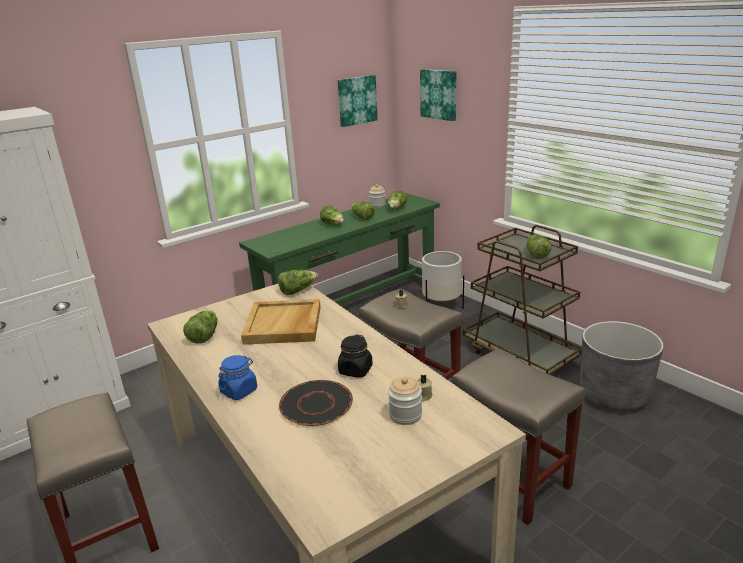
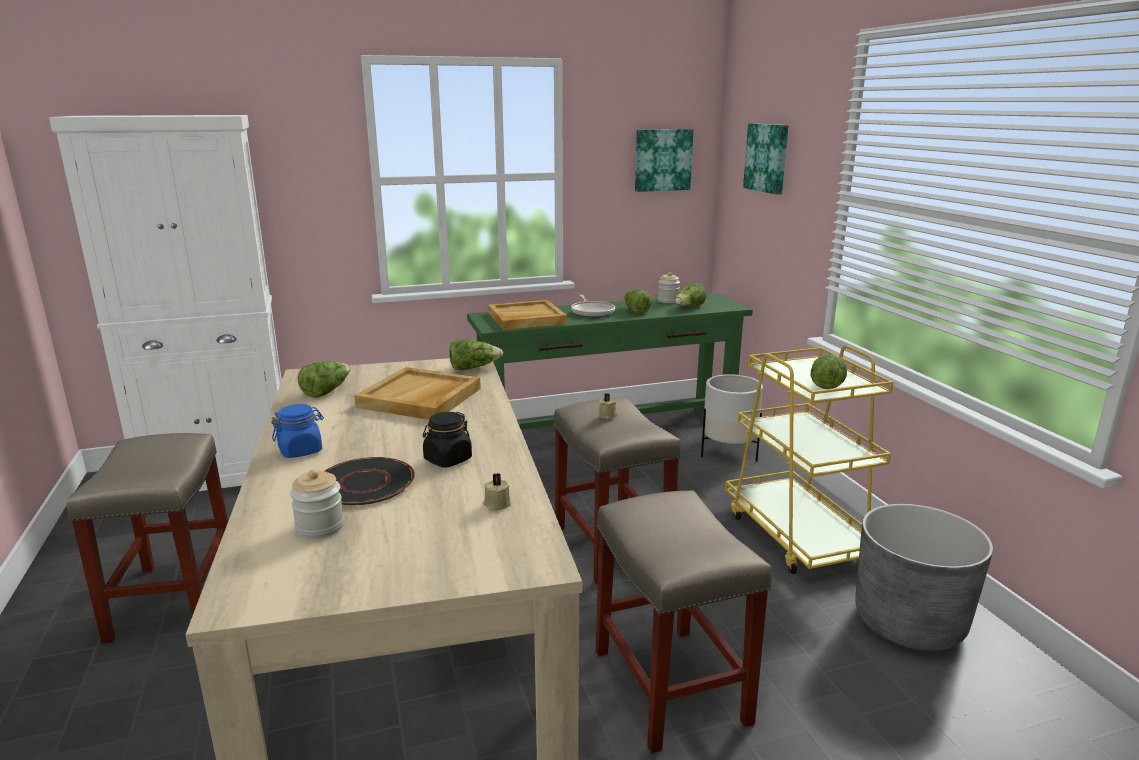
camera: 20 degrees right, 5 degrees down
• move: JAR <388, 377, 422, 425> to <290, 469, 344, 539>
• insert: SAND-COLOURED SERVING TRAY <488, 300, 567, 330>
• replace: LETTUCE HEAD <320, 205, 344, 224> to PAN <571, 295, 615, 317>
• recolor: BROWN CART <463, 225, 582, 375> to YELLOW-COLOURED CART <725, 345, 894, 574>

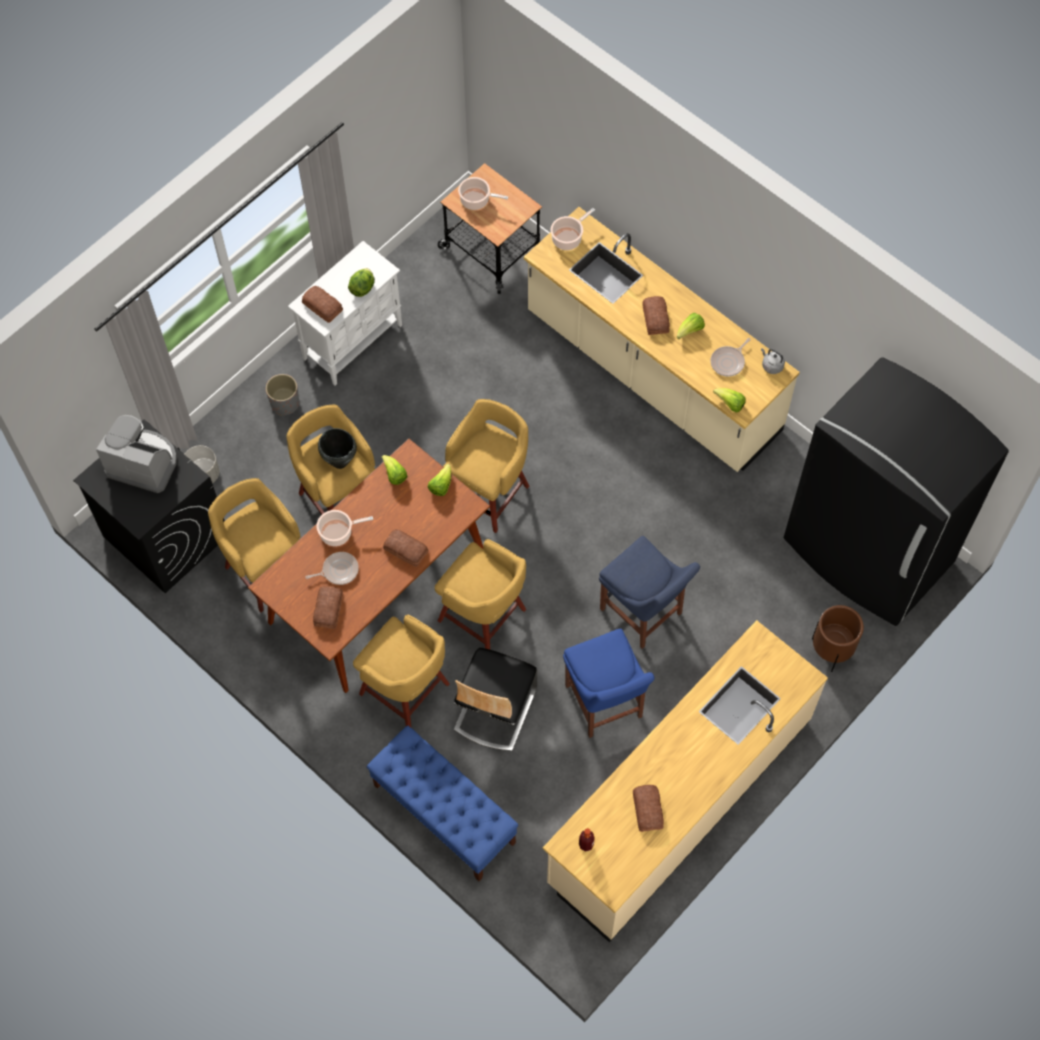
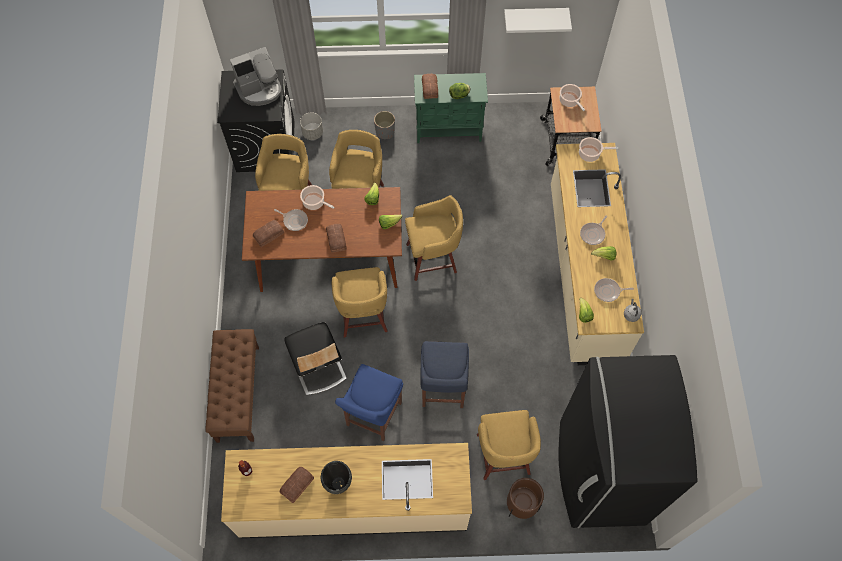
camera: 45 degrees right, 0 degrees up
• recolor: BLUISH BENCH <366, 725, 519, 881> to BROWN BENCH <205, 329, 259, 443>
• rotate: COFFEE BREWER <96, 415, 177, 493> = <230, 47, 282, 106> 90 degrees clockwise
• rotate: UPRIGHT CHAIR <454, 648, 538, 751> = <284, 322, 347, 395> 90 degrees counterclockwise
• move: BLACK-COLOURED SAUCEPOT <318, 428, 357, 469> to <321, 461, 352, 494>
• recolor: WHITE-COLOURED CUPBOARD <288, 241, 402, 385> to GREEN-COLOURED CUPBOARD <414, 73, 488, 143>
• move: YELLOW-COLOURED STOOL <353, 615, 450, 727> to <477, 410, 541, 480>
• insert: WHITE-COLOURED SHELF <504, 8, 572, 33>
• replace: BREAD <642, 296, 670, 335> to PAN <580, 216, 607, 245>

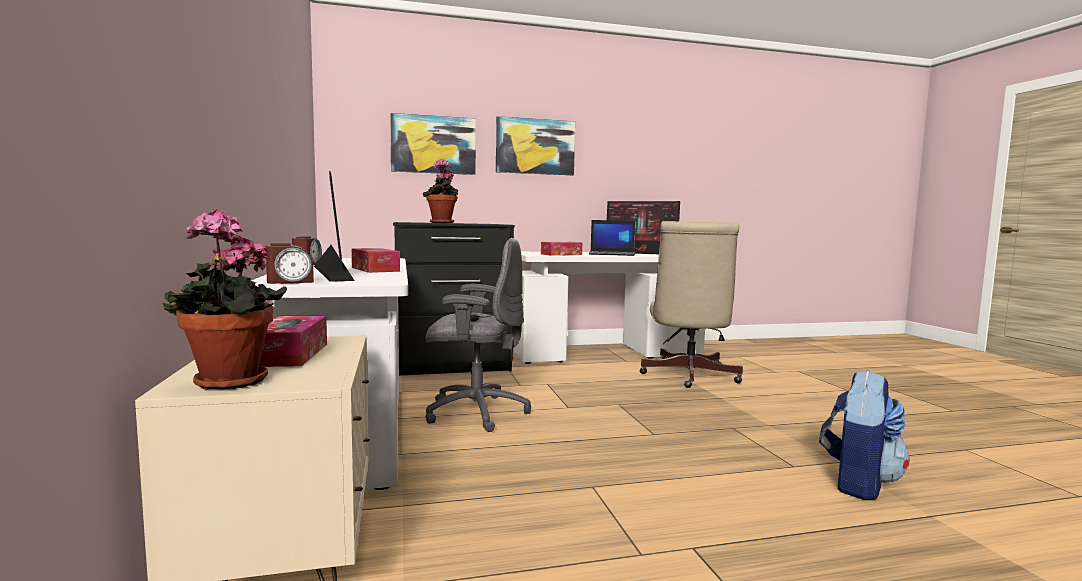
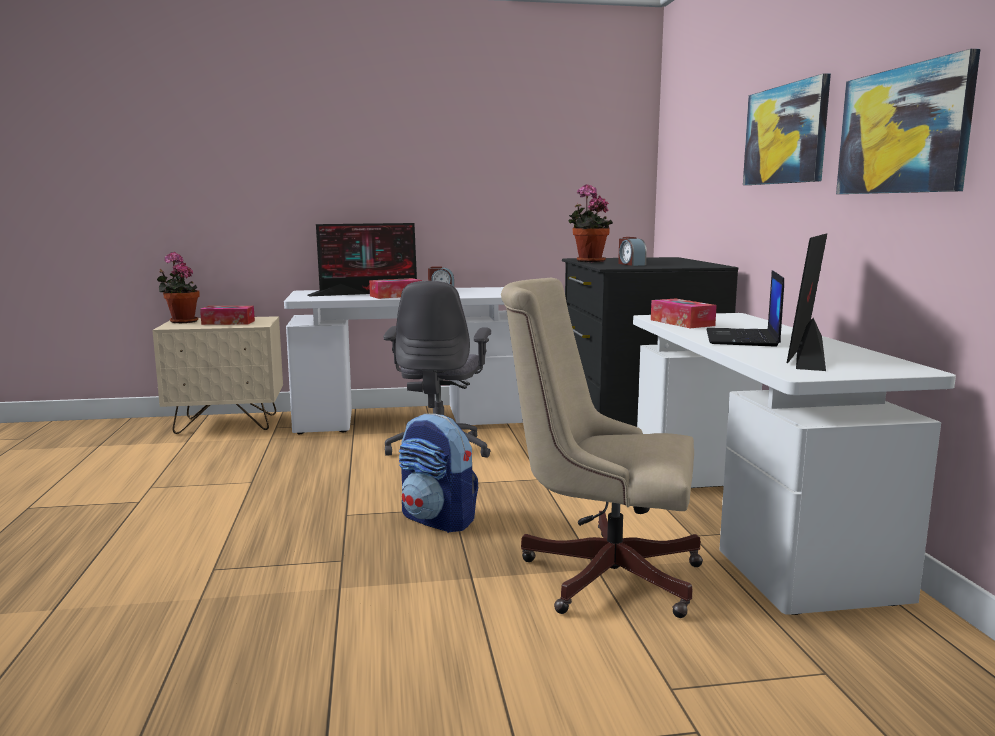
camera: 95 degrees right, 5 degrees up
• move: BACKPACK <819, 369, 910, 500> to <399, 414, 478, 533>
• move: TABLE CLOCK <266, 243, 314, 284> to <618, 237, 647, 266>
• move: PICTURE <390, 113, 476, 175> to <836, 49, 980, 194>

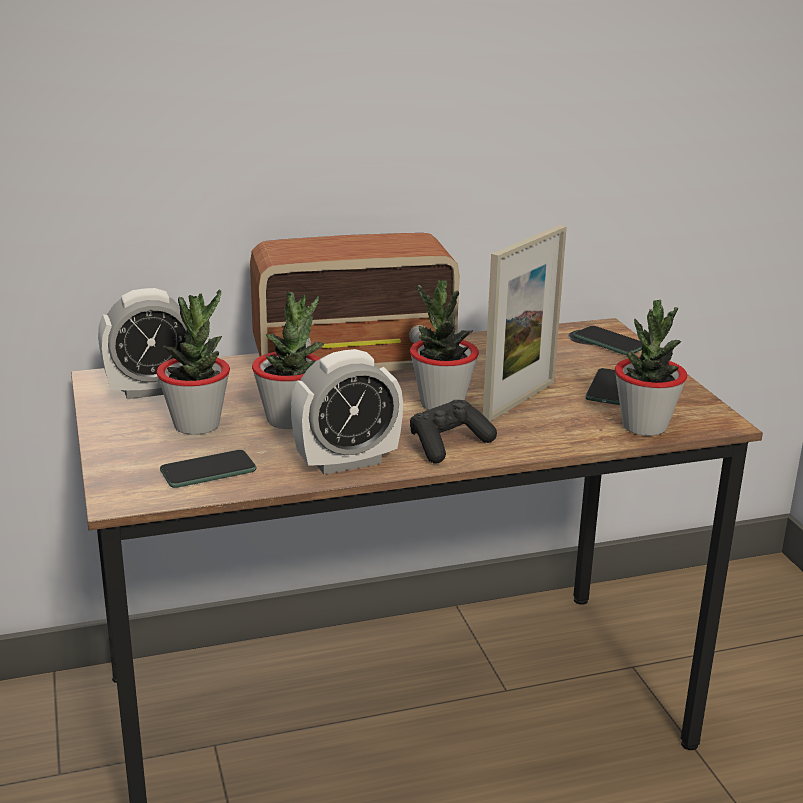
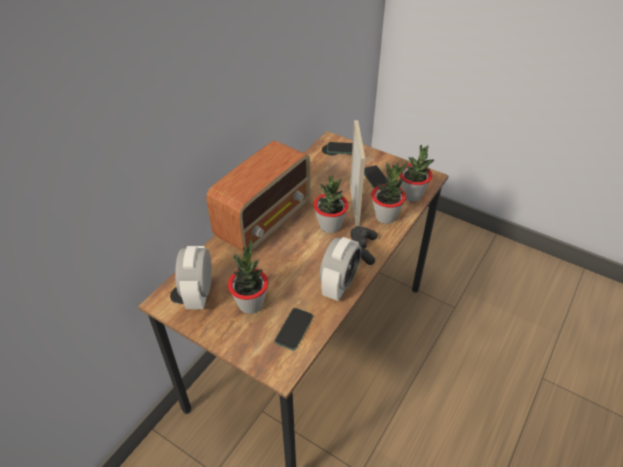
camera: 40 degrees left, 20 degrees up
• rotate: TABLE CLOCK <98, 288, 187, 399> = <175, 246, 212, 309> 150 degrees clockwise
• move: HOUSEPLANT <252, 292, 324, 429> to <371, 162, 408, 224>

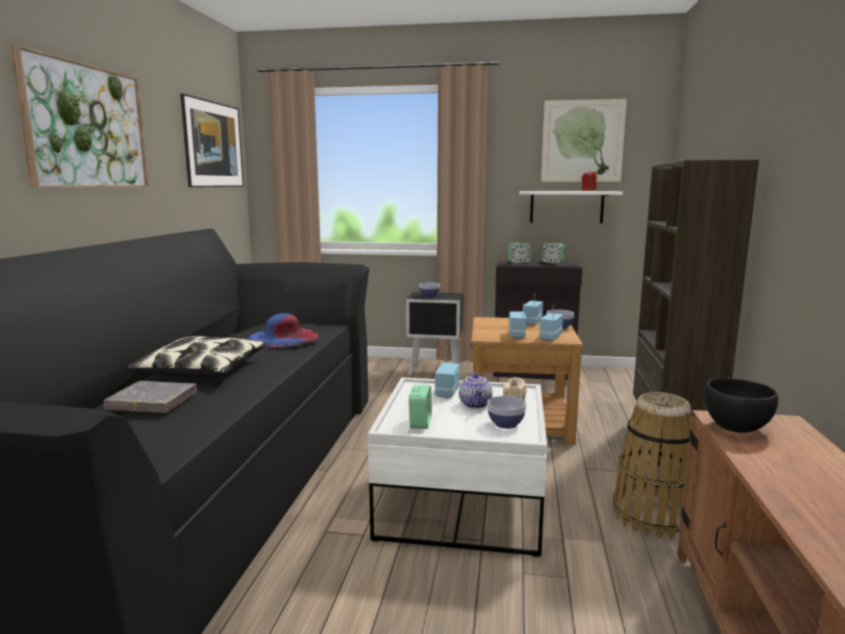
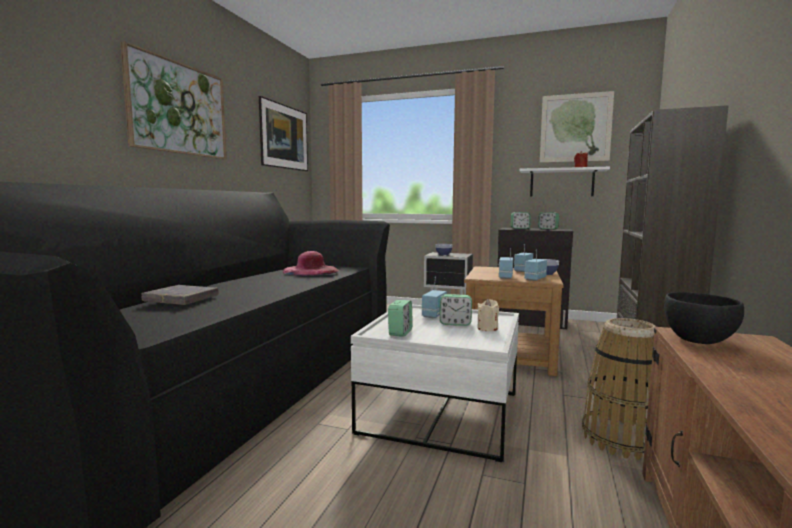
camera: 10 degrees right, 5 degrees down
• recolor: BLUISH WEARABLE HAT <248, 313, 319, 348> to PINK WEARABLE HAT <283, 251, 339, 276>
• replace: TEA POT <459, 372, 493, 409> to TABLE CLOCK <440, 294, 472, 326>
• delete: CUSHION <127, 335, 265, 377>
• delete: DEEP DISH <487, 396, 526, 429>

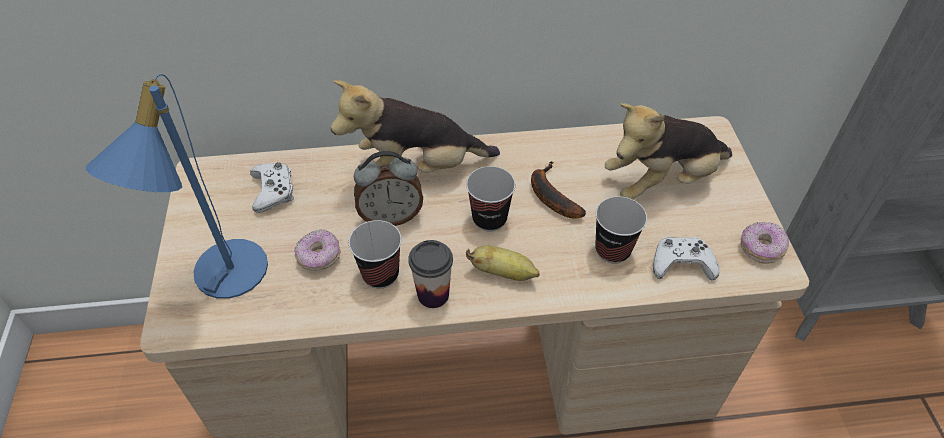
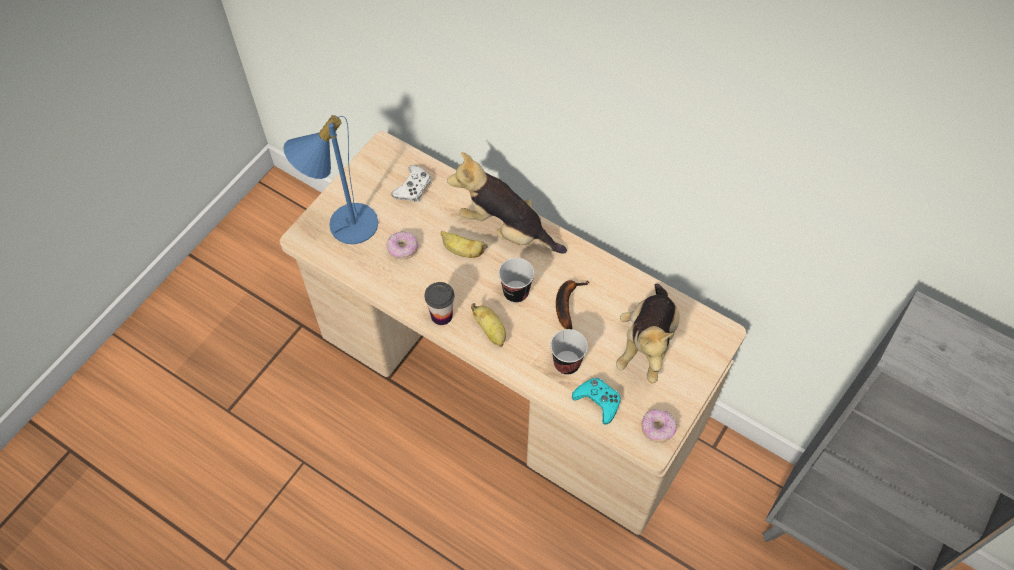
camera: 40 degrees right, 10 degrees up
• replace: TABLE CLOCK <354, 151, 423, 226> to BANANA FRUIT <441, 231, 488, 258>
• recolor: WHITE-COLOURED GAMEPAD <653, 237, 719, 280> to BLUE-GREEN GAMEPAD <572, 378, 621, 424>
• rotate: SOFT TOY <605, 103, 732, 200> = <616, 284, 680, 383> 90 degrees counterclockwise
• delete: CUP <349, 220, 402, 289>

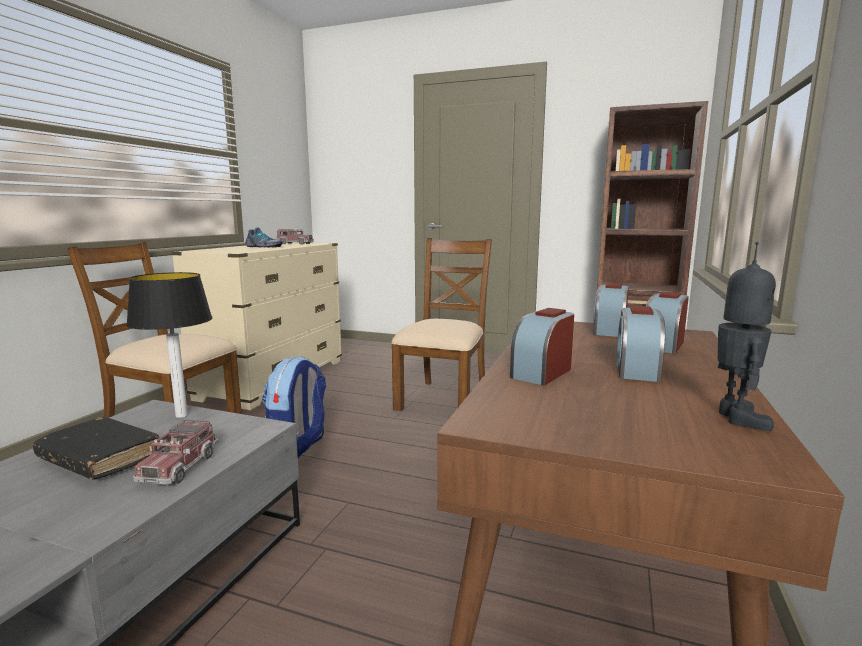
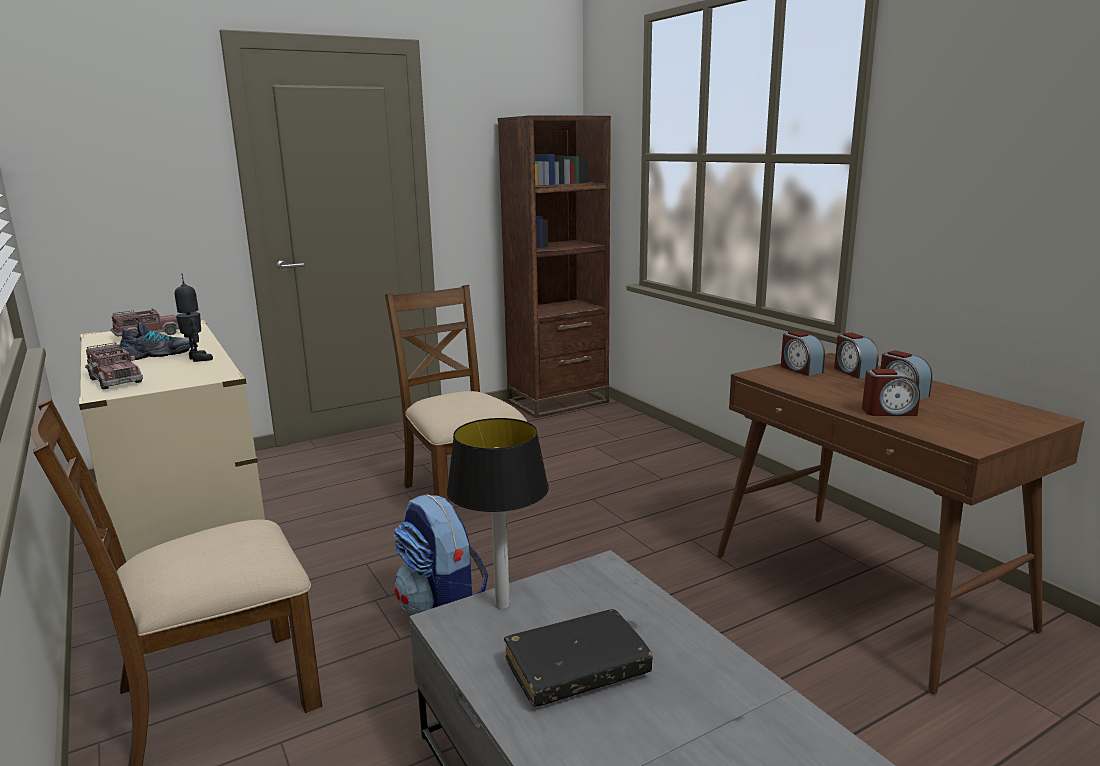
camera: 50 degrees left, 5 degrees up
• move: MODEL TRUCK <133, 420, 219, 485> to <85, 343, 143, 390>
• move: TOY ROBOT <718, 242, 776, 431> to <175, 274, 213, 362>
• rotate: TABLE CLOCK <510, 308, 574, 386> = <862, 369, 920, 416> 75 degrees counterclockwise

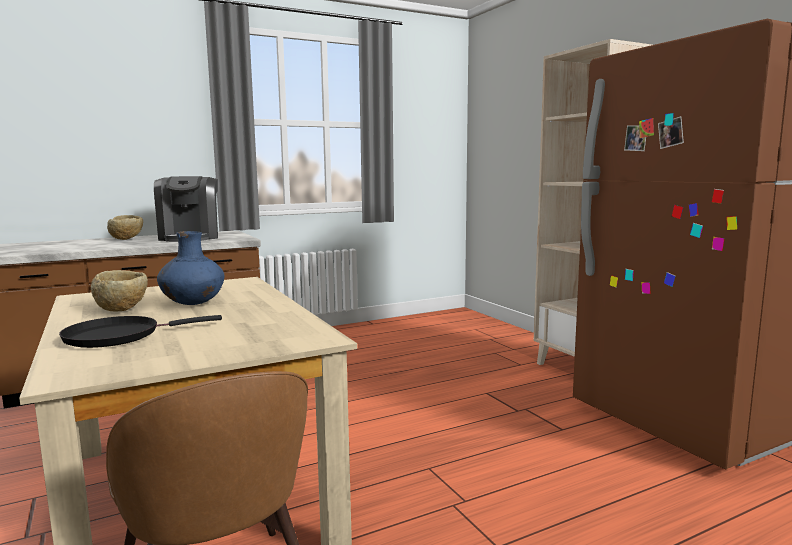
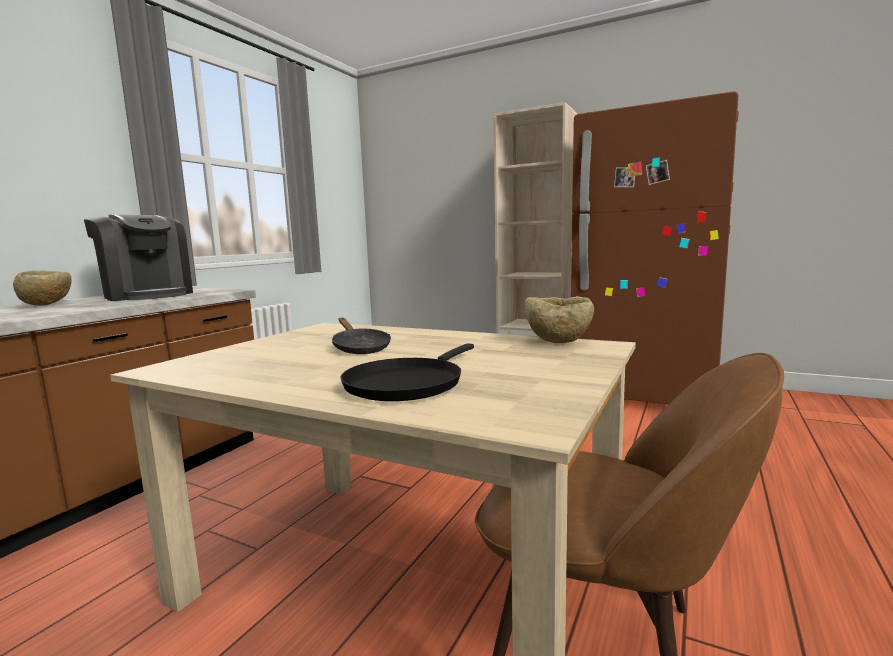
camera: 35 degrees left, 0 degrees up
• replace: BLUISH VASE <157, 231, 224, 305> to BLACK-COLOURED PAN <332, 318, 391, 354>
• move: SAND-COLOURED DEEP DISH <91, 270, 148, 312> to <525, 296, 594, 343>

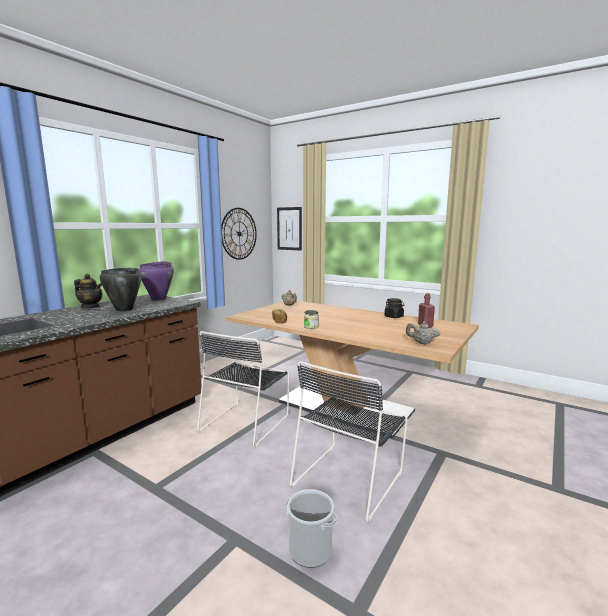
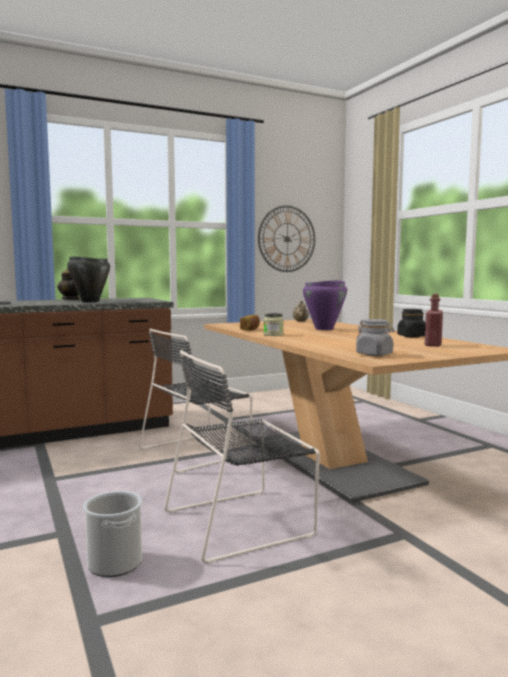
camera: 30 degrees right, 5 degrees down
• move: PURPLE-COLOURED SAUCEPOT <139, 261, 174, 301> to <303, 280, 347, 330>
• replace: SAND-COLOURED TEA POT <406, 321, 440, 345> to GRAY JAR <356, 319, 394, 356>
• delete: PICTURE <277, 207, 302, 251>

